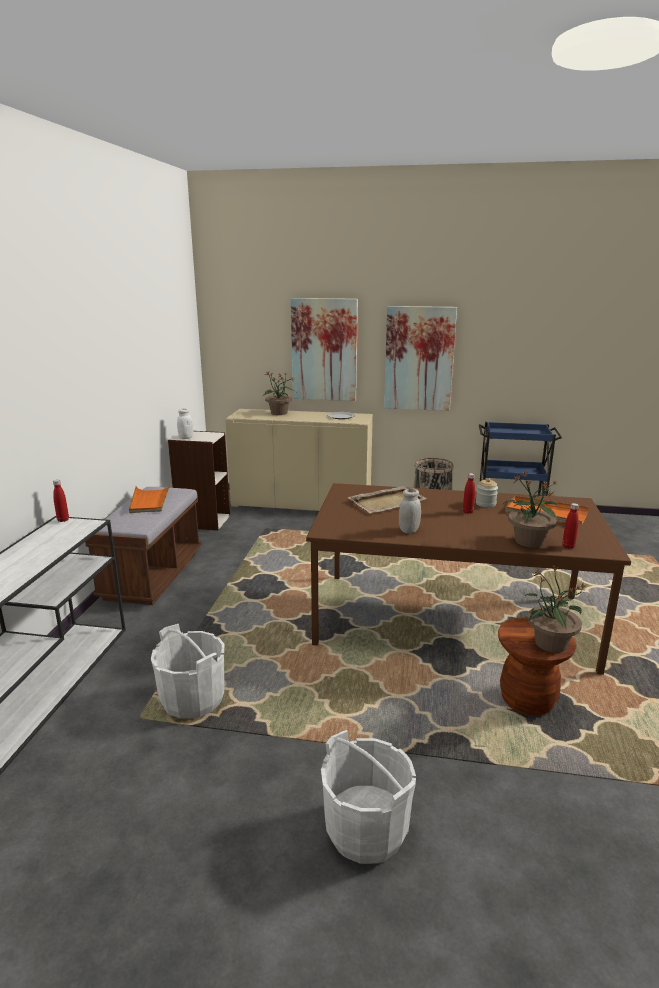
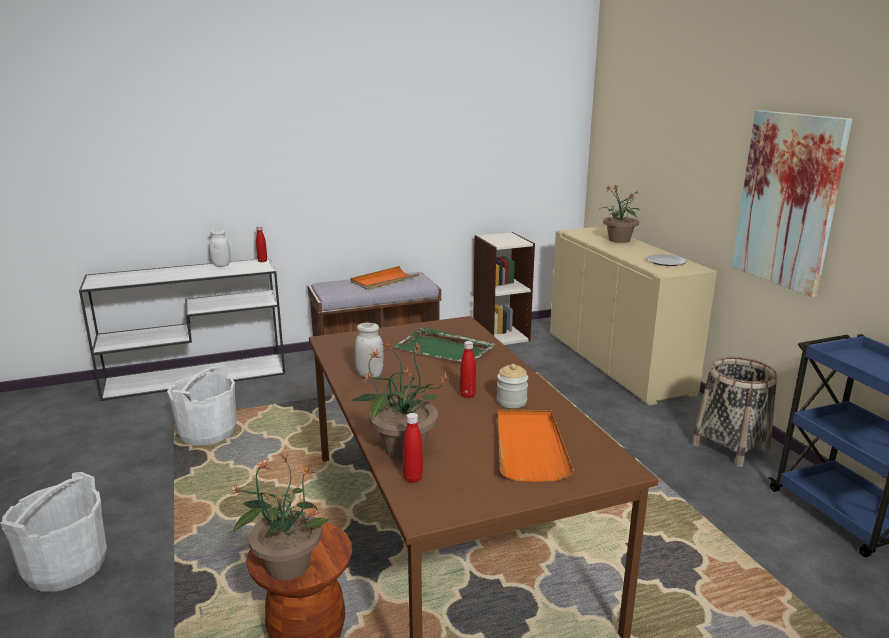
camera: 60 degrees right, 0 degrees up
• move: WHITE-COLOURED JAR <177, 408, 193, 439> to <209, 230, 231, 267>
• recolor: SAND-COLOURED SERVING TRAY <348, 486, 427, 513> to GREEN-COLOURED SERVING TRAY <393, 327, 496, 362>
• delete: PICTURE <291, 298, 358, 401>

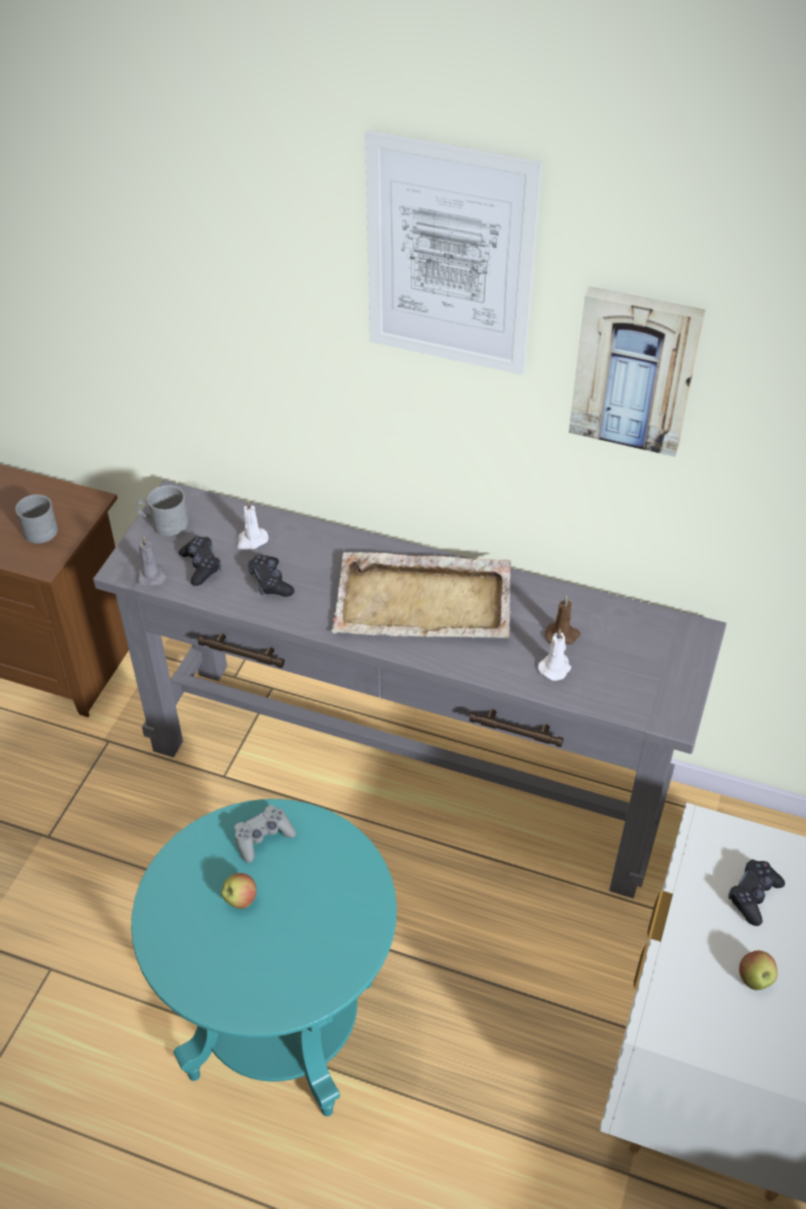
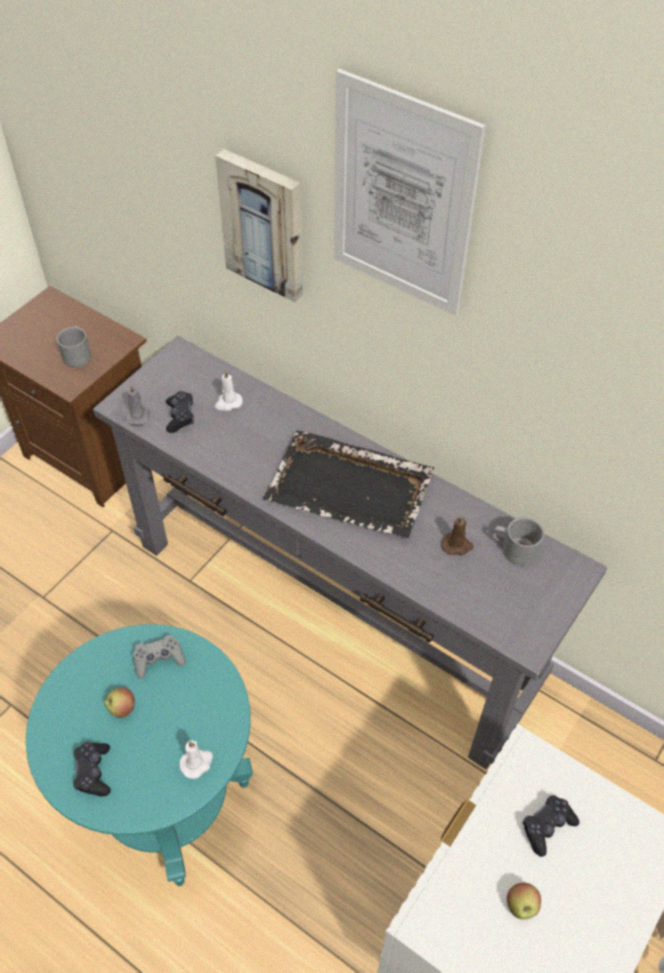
camera: 15 degrees right, 5 degrees up
• move: BLACK-COLOURED GAMEPAD <248, 554, 295, 597> to <73, 742, 111, 797>
• move: WHITE-COLOURED WAX LIGHT <538, 629, 571, 681> to <180, 740, 213, 779>
• move: PICTURE <569, 286, 706, 457> to <215, 149, 303, 302>
• recolor: SAND-COLOURED SERVING TRAY <331, 552, 511, 638> to BLACK-COLOURED SERVING TRAY <263, 430, 434, 538>
• move: GRAY MUG <136, 485, 188, 536> to <493, 517, 544, 566>

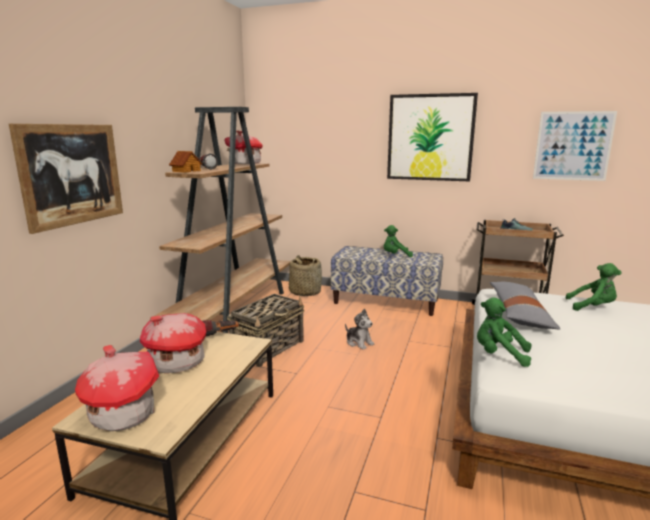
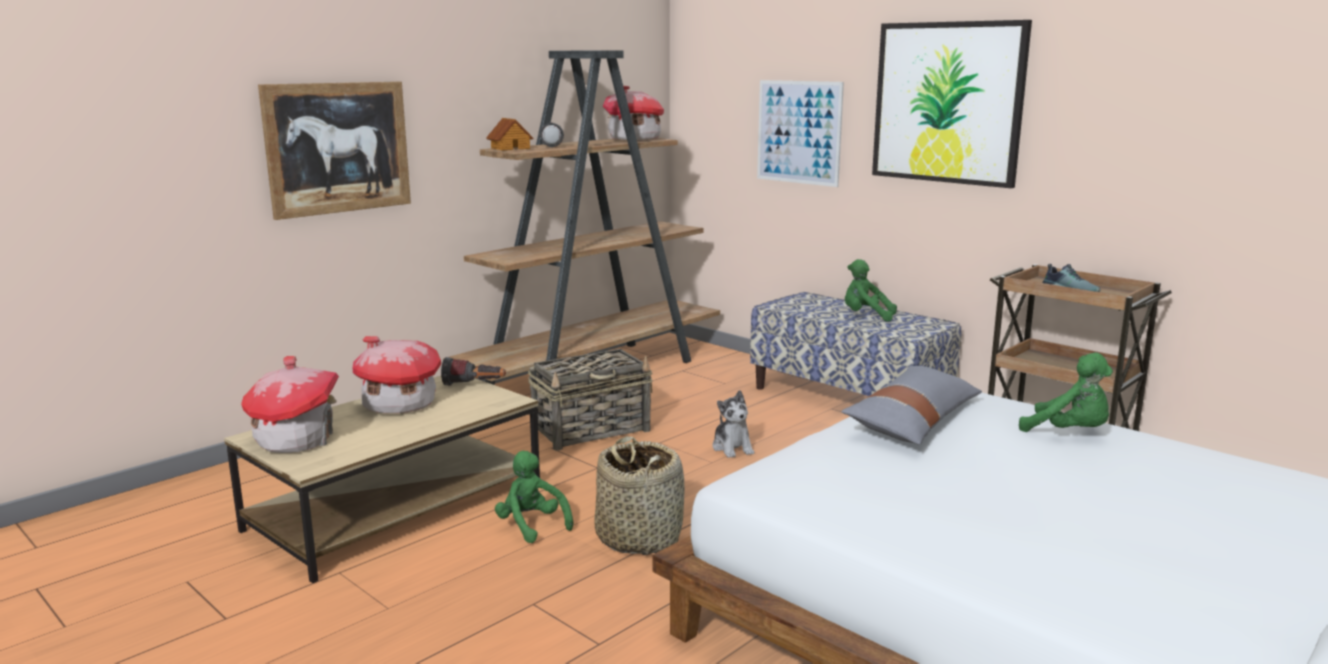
camera: 25 degrees right, 0 degrees up
• move: GREEN-COLOURED SOFT TOY <477, 298, 531, 367> to <495, 451, 573, 543>
• move: BASKET <289, 255, 322, 296> to <595, 436, 685, 555>
• move: PICTURE <533, 111, 617, 181> to <757, 80, 844, 187>

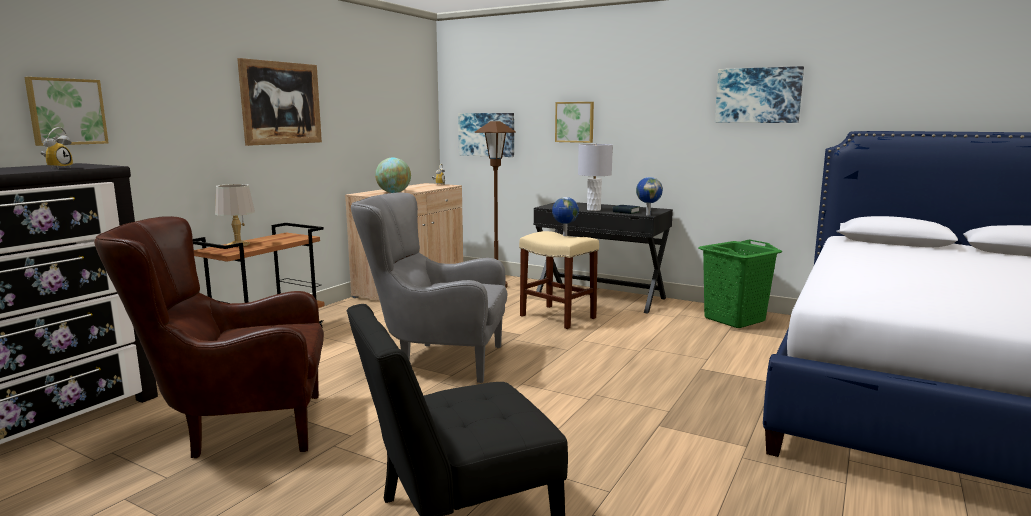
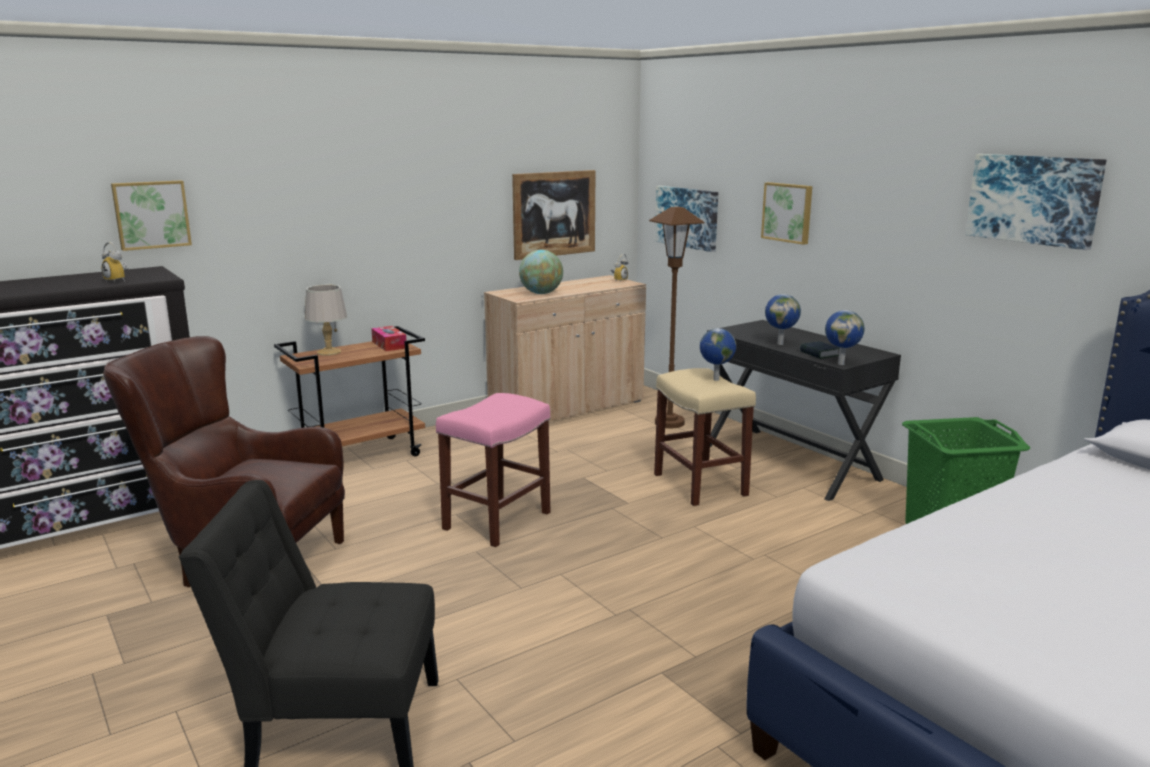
camera: 25 degrees right, 5 degrees up
• rotate: TABLE CLOCK <41, 127, 73, 169> = <102, 242, 129, 283> 90 degrees clockwise
• insert: TISSUE BOX <371, 326, 406, 351>
• replace: GRAY LOUNGE CHAIR <351, 192, 507, 383> to PINK STOOL <436, 393, 550, 547>
• move: PICTURE <237, 58, 322, 146> to <512, 170, 596, 260>
• replace: GRAY TABLETOP LAMP <578, 144, 613, 211> to DESK GLOBE <765, 294, 801, 345>

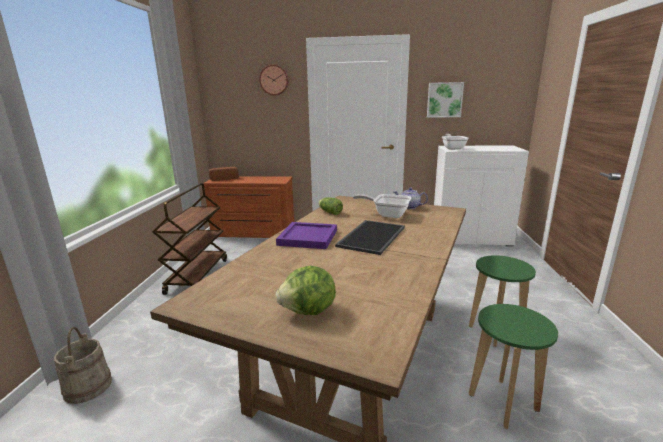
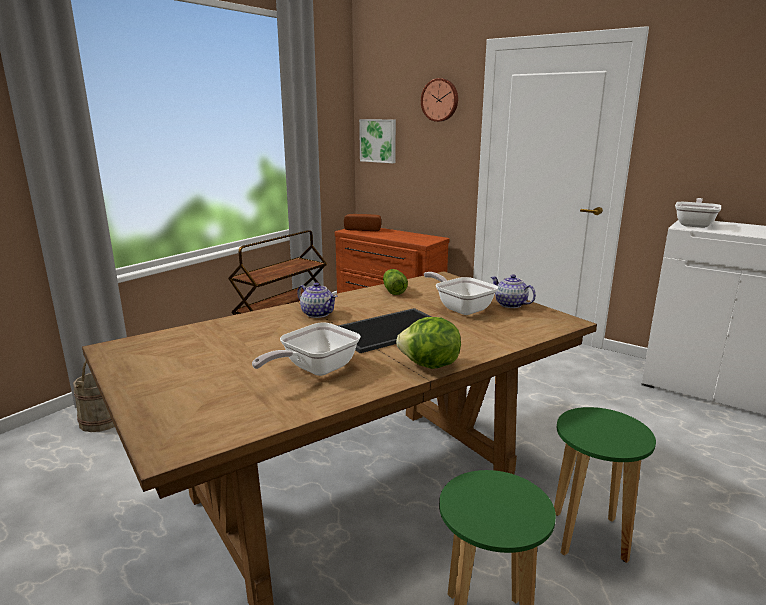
camera: 30 degrees right, 0 degrees up
• insert: PAN <252, 322, 361, 376>
• replace: PURPLE-COLOURED SERVING TRAY <276, 222, 337, 249> to TEA POT <297, 282, 337, 318>
• move: PICTURE <427, 82, 464, 118> to <359, 119, 396, 163>
• move: LETTUCE HEAD <275, 266, 336, 315> to <396, 317, 461, 369>

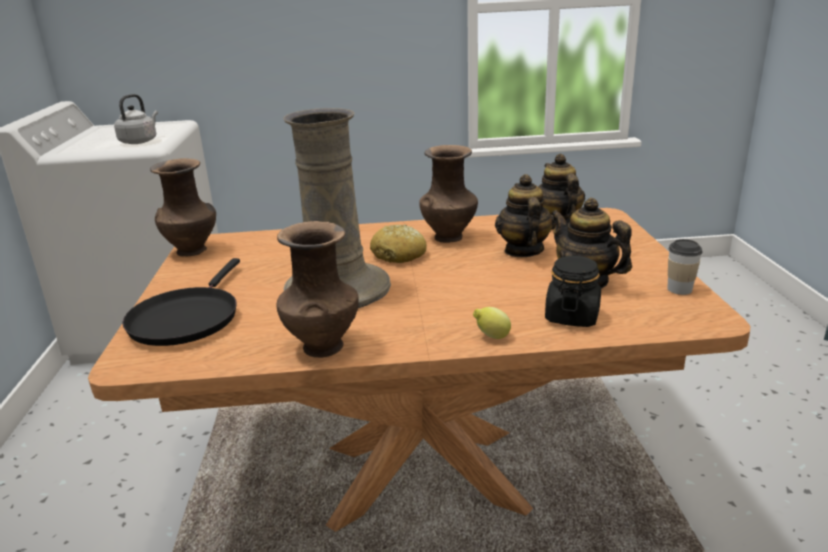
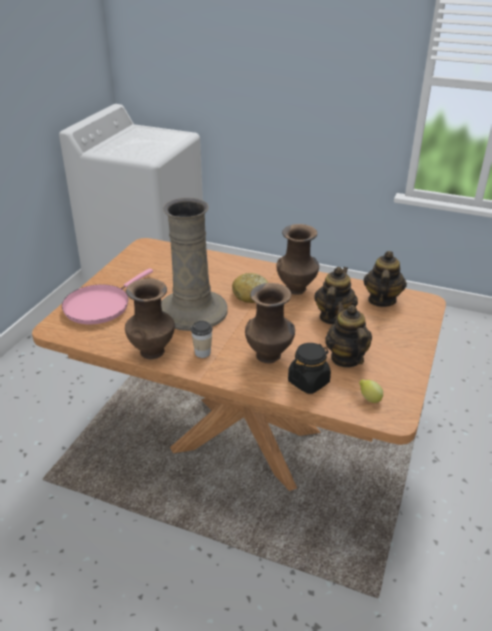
camera: 25 degrees right, 10 degrees up
• recolor: BLACK-COLOURED PAN <122, 258, 240, 346> to PINK PAN <62, 268, 153, 324>
• move: CUP <667, 239, 703, 295> to <191, 321, 213, 358>
• move: BROWN VASE <150, 158, 216, 257> to <245, 283, 295, 364>
• move: CITRUS FRUIT <473, 307, 511, 339> to <359, 379, 383, 403>
• delete: GRAY KETTLE <114, 94, 158, 144>

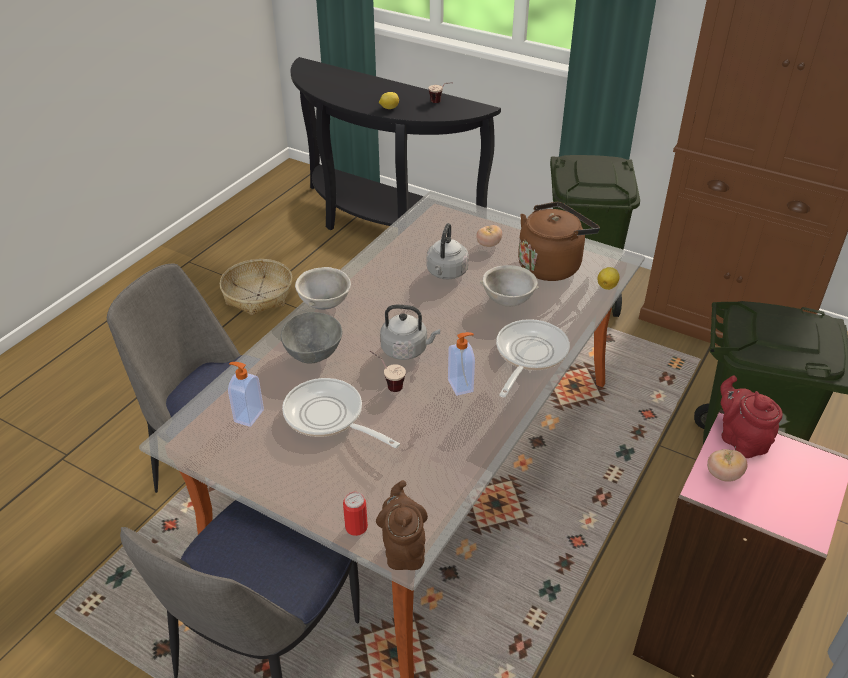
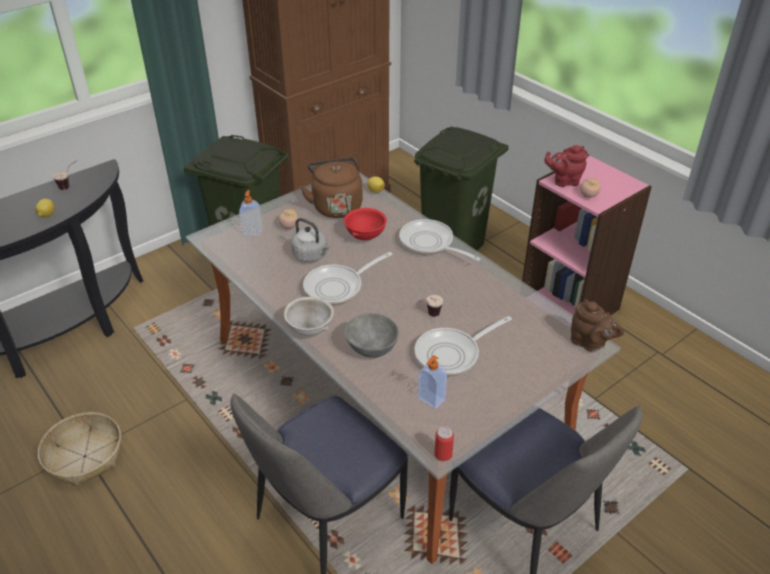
camera: 70 degrees left, 0 degrees up
• move: SOAP DISPENSER <448, 332, 475, 396> to <239, 190, 262, 236>
• insert: PAN <303, 252, 392, 305>
• recolor: GRAY DEEP DISH <480, 265, 539, 307> to REDDISH DEEP DISH <344, 208, 387, 240>
• move: SEALED CAN <343, 492, 368, 536> to <434, 426, 454, 461>
• rotate: BROWN TEA POT <376, 480, 428, 570> = <571, 299, 624, 352> 150 degrees counterclockwise
• delete: GRAY KETTLE <380, 305, 440, 360>

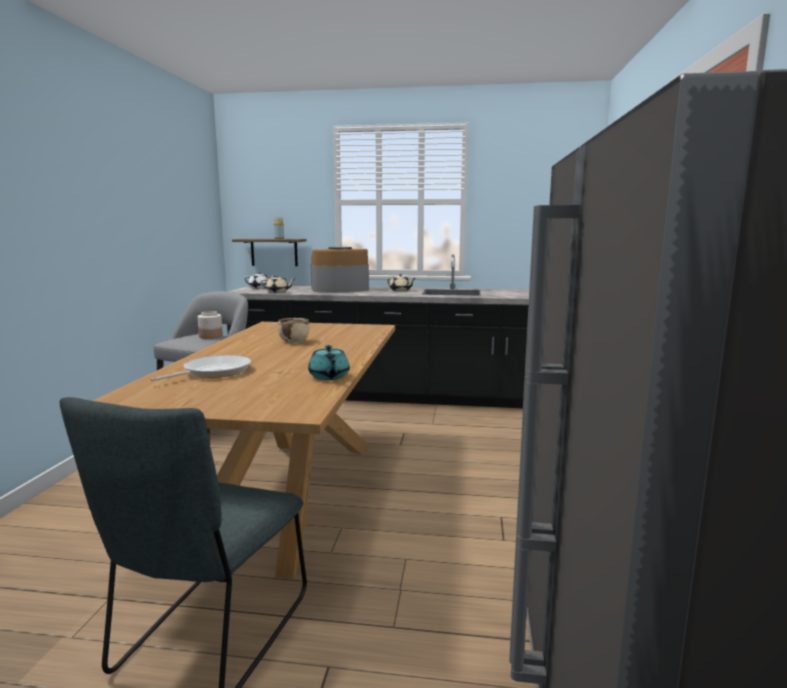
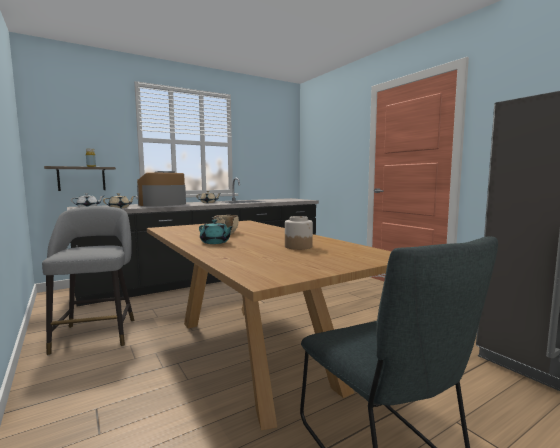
camera: 40 degrees left, 5 degrees down
• move: BLUE-GREEN TEA POT <308, 345, 350, 380> to <199, 220, 234, 244>
• move: JAR <197, 311, 223, 339> to <285, 216, 313, 250>
• delete: PAN <150, 355, 251, 381>

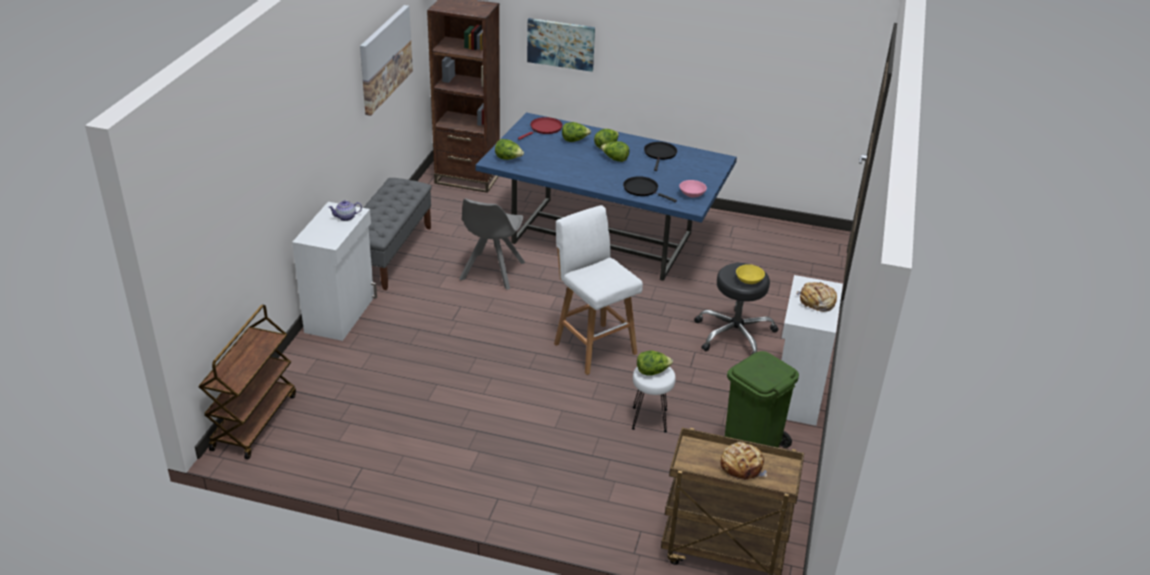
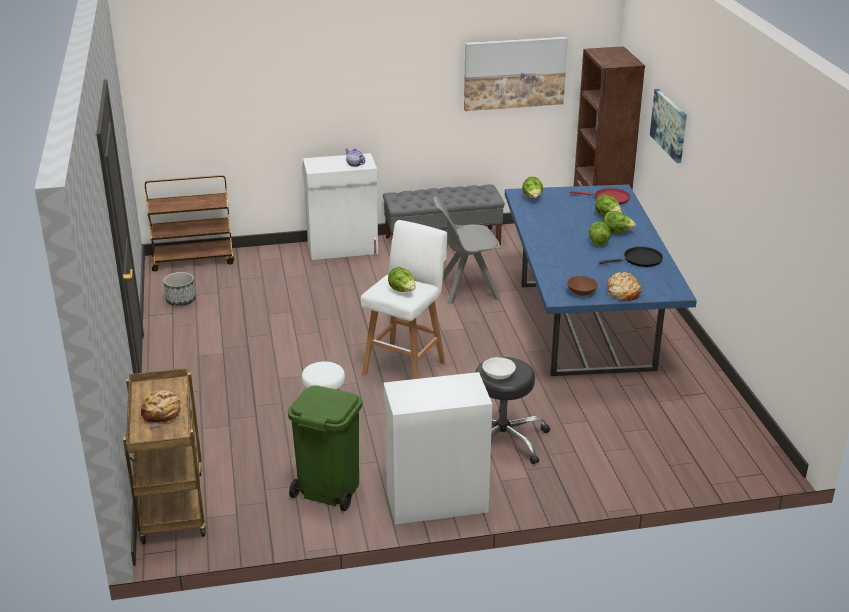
camera: 65 degrees right, 5 degrees down
• insert: PLANTER <163, 272, 196, 306>
• move: LETTUCE HEAD <637, 350, 673, 376> to <388, 267, 415, 292>
• recolor: YELLOW-COLOURED DEEP DISH <736, 264, 765, 284> to WHITE-COLOURED DEEP DISH <482, 357, 516, 379>
• recolor: PINK DEEP DISH <679, 180, 707, 198> to BROWN DEEP DISH <567, 276, 598, 296>
• move: BREAD <797, 282, 837, 312> to <606, 272, 641, 301>
• delete: BLACK-COLOURED PAN <623, 176, 677, 202>

